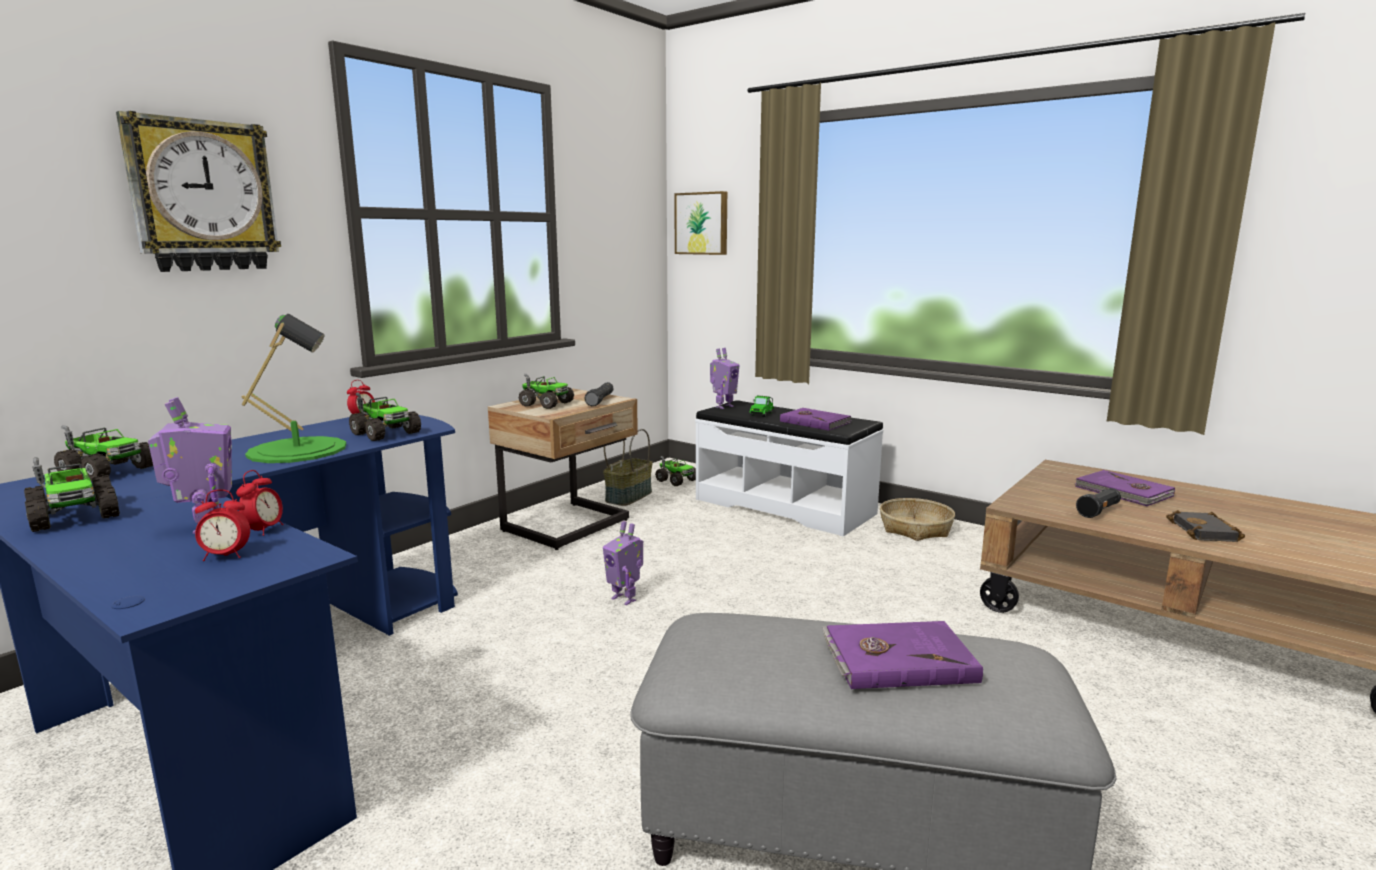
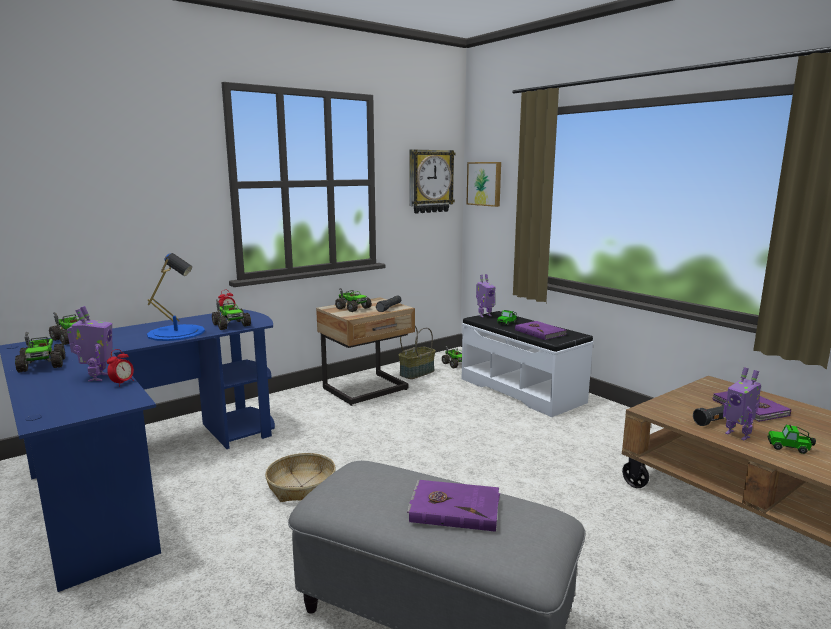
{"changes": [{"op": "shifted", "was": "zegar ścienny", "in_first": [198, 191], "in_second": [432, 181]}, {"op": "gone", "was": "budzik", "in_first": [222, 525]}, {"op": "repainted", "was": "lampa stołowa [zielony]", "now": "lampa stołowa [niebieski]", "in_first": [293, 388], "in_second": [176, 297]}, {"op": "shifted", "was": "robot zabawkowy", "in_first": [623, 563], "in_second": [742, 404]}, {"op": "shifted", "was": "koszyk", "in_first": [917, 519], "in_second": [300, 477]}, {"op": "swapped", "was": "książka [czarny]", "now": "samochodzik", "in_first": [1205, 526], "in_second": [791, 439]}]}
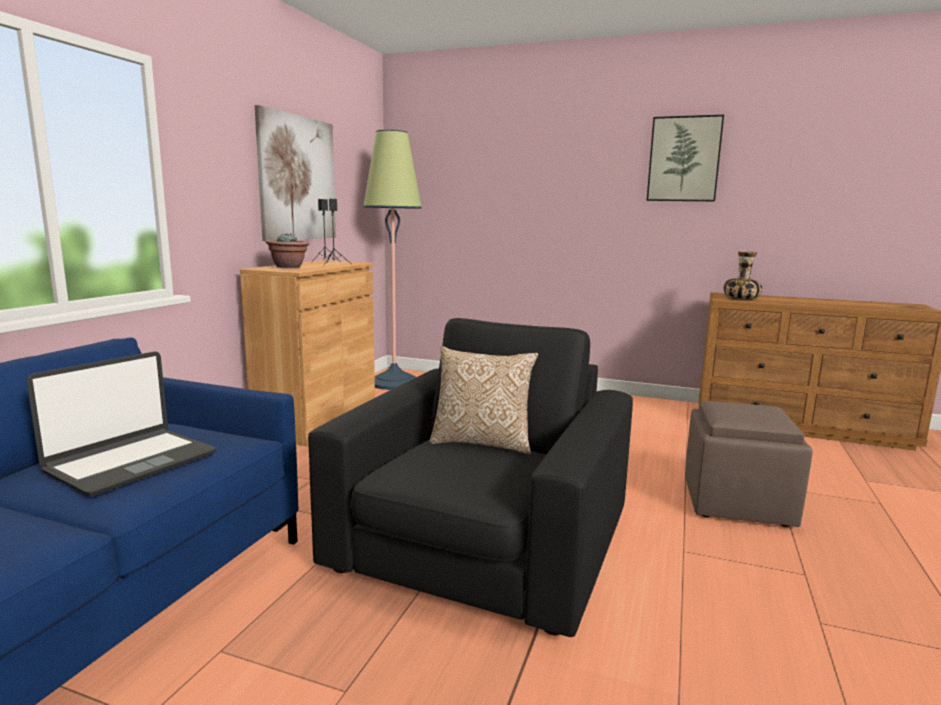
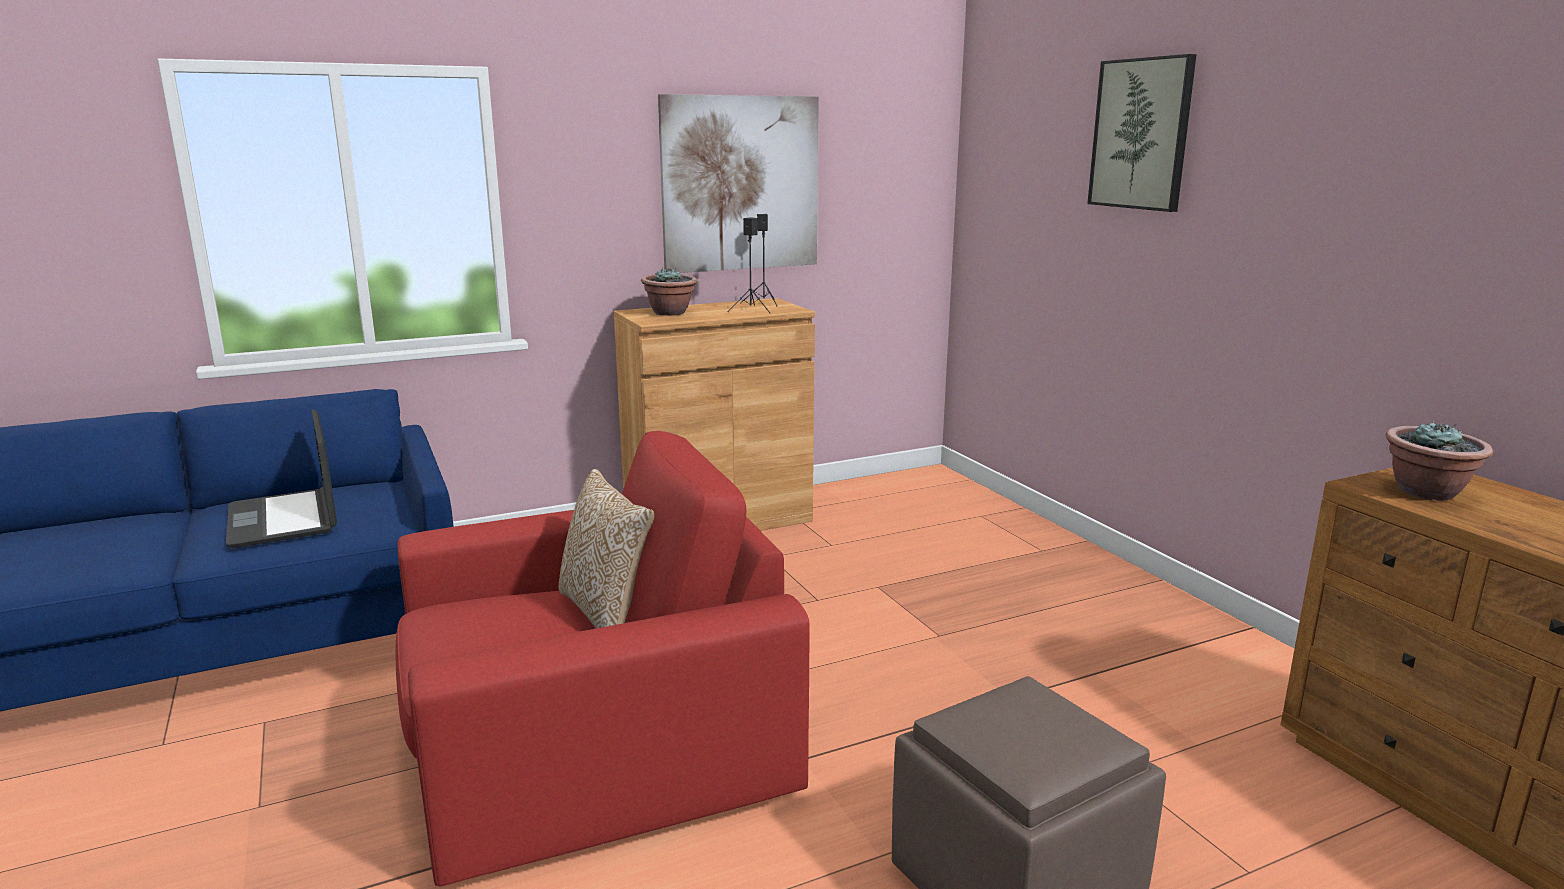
{"changes": [{"op": "rotated", "was": "laptop", "in_first": [121, 423], "in_second": [281, 478], "clockwise": 75}, {"op": "repainted", "was": "fotel [czarny]", "now": "fotel [czerwony]", "in_first": [470, 477], "in_second": [603, 659]}, {"op": "gone", "was": "lampa stojąca", "in_first": [392, 260]}, {"op": "shifted", "was": "obraz", "in_first": [685, 158], "in_second": [1141, 133]}, {"op": "swapped", "was": "wazon", "now": "roślina doniczkowa", "in_first": [742, 275], "in_second": [1439, 461]}]}
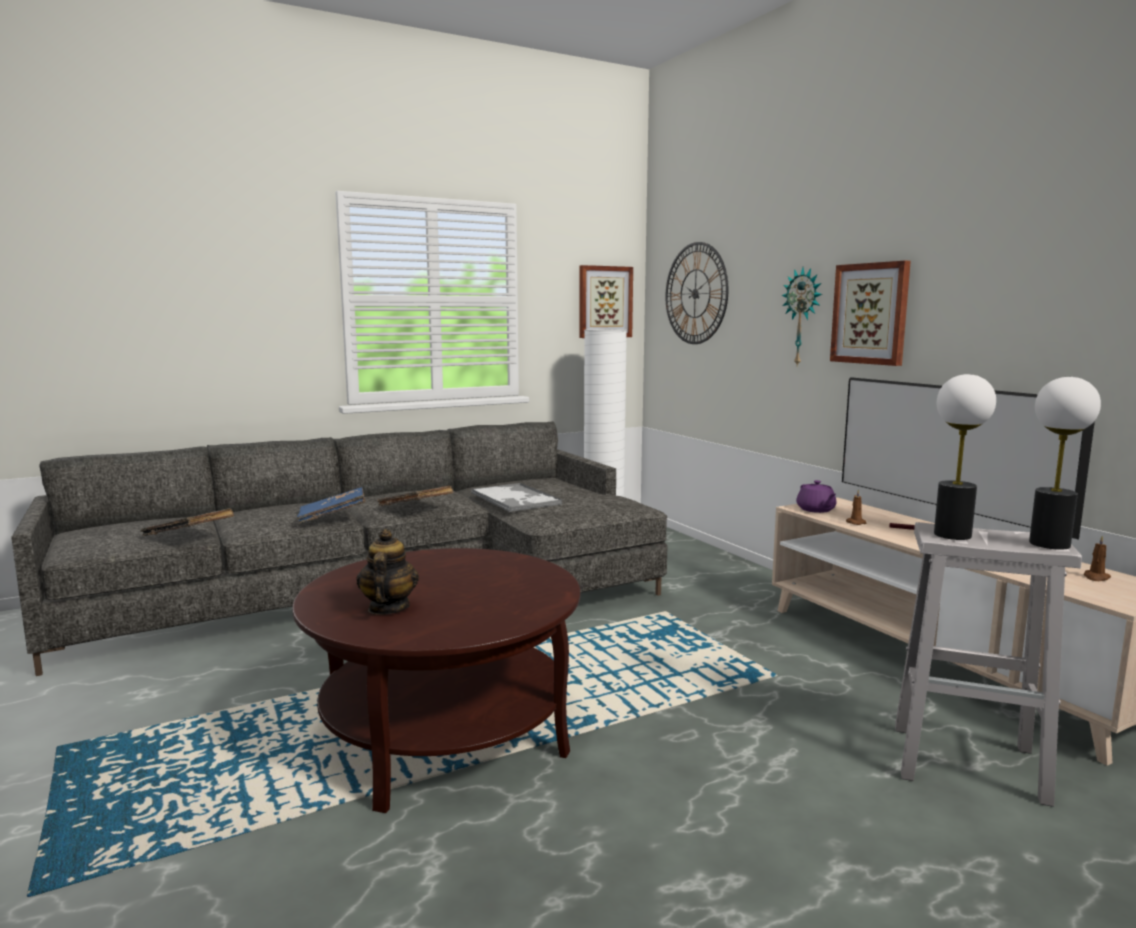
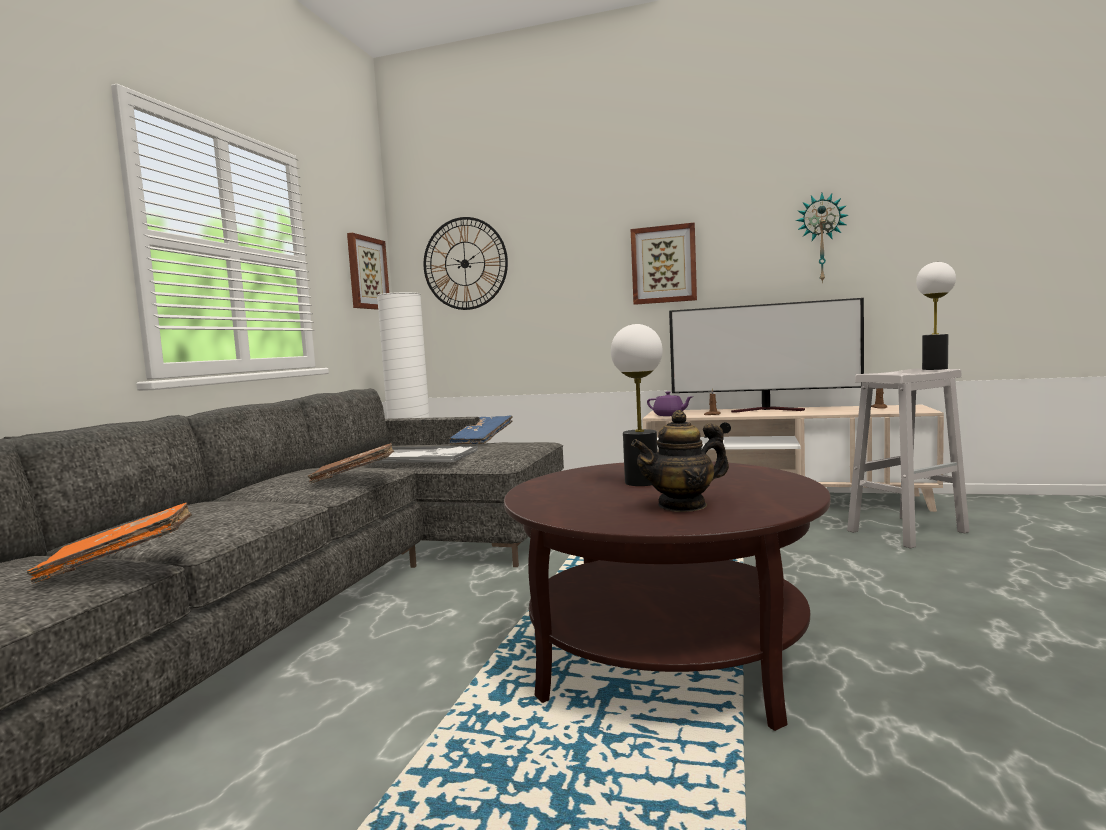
{"changes": [{"op": "repainted", "was": "książka [czarny]", "now": "książka [pomarańczowy]", "in_first": [187, 522], "in_second": [109, 543]}, {"op": "shifted", "was": "książka [niebieski]", "in_first": [331, 505], "in_second": [481, 430]}, {"op": "rotated", "was": "imbryk", "in_first": [387, 572], "in_second": [680, 461], "clockwise": -60}, {"op": "shifted", "was": "zegar ścienny", "in_first": [801, 316], "in_second": [822, 238]}, {"op": "shifted", "was": "lampa stołowa", "in_first": [965, 457], "in_second": [637, 405]}]}
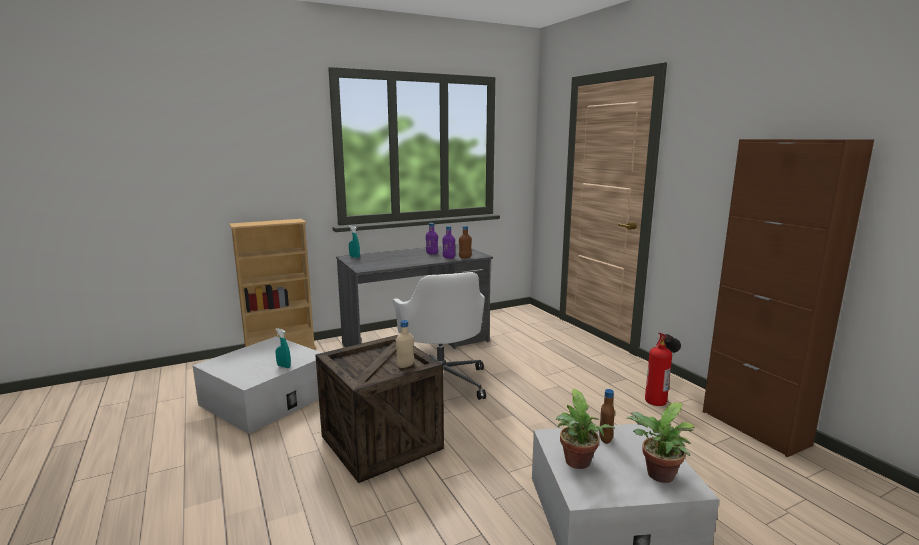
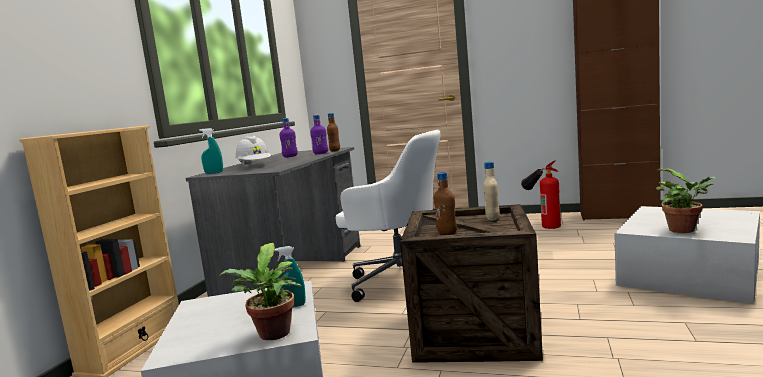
{"changes": [{"op": "shifted", "was": "butelka [brązowy]", "in_first": [607, 416], "in_second": [445, 203]}, {"op": "shifted", "was": "roślina doniczkowa", "in_first": [660, 443], "in_second": [260, 291]}, {"op": "new", "now": "kask [biały]", "in_second": [253, 150]}]}
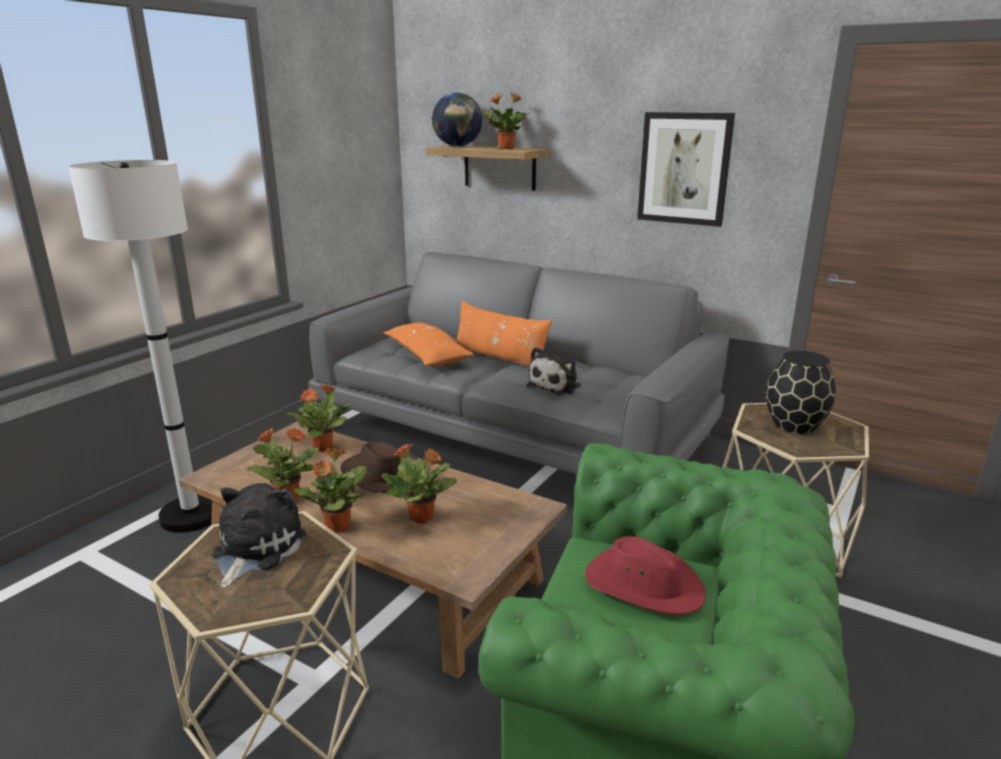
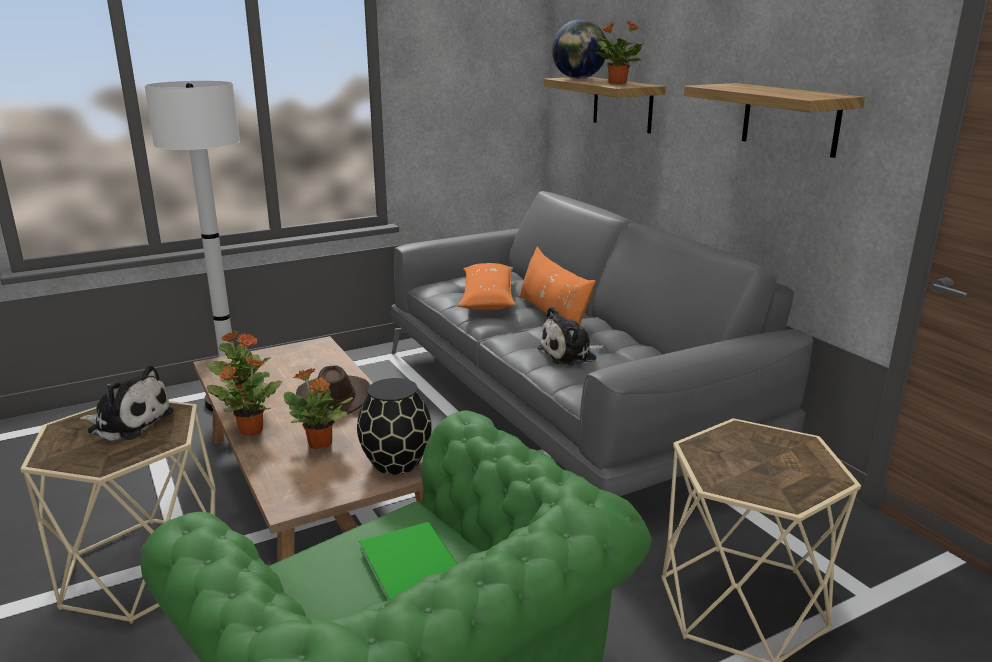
{"changes": [{"op": "rotated", "was": "pluszak", "in_first": [259, 535], "in_second": [126, 403], "clockwise": 60}, {"op": "gone", "was": "roślina doniczkowa", "in_first": [319, 418]}, {"op": "swapped", "was": "kapelusz [czerwony]", "now": "książka [zielony]", "in_first": [645, 575], "in_second": [408, 561]}, {"op": "swapped", "was": "obraz", "now": "półka", "in_first": [686, 169], "in_second": [774, 120]}, {"op": "shifted", "was": "wazon [czarny]", "in_first": [801, 392], "in_second": [394, 426]}]}
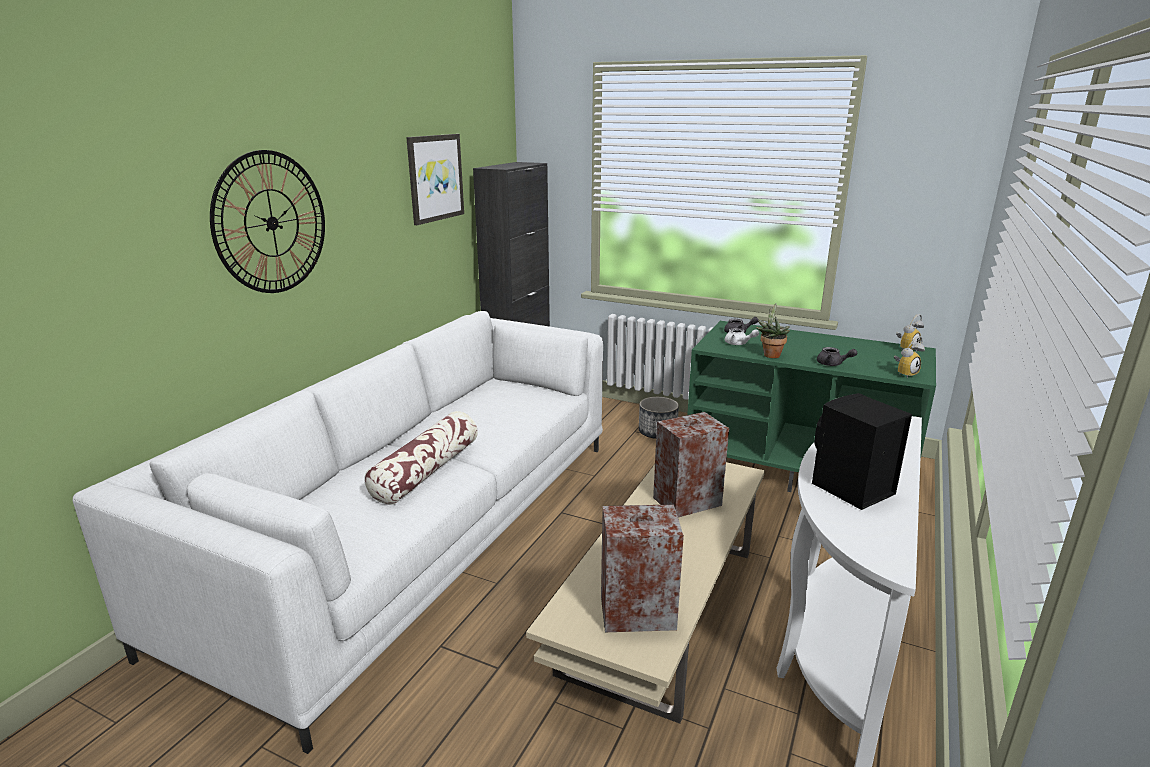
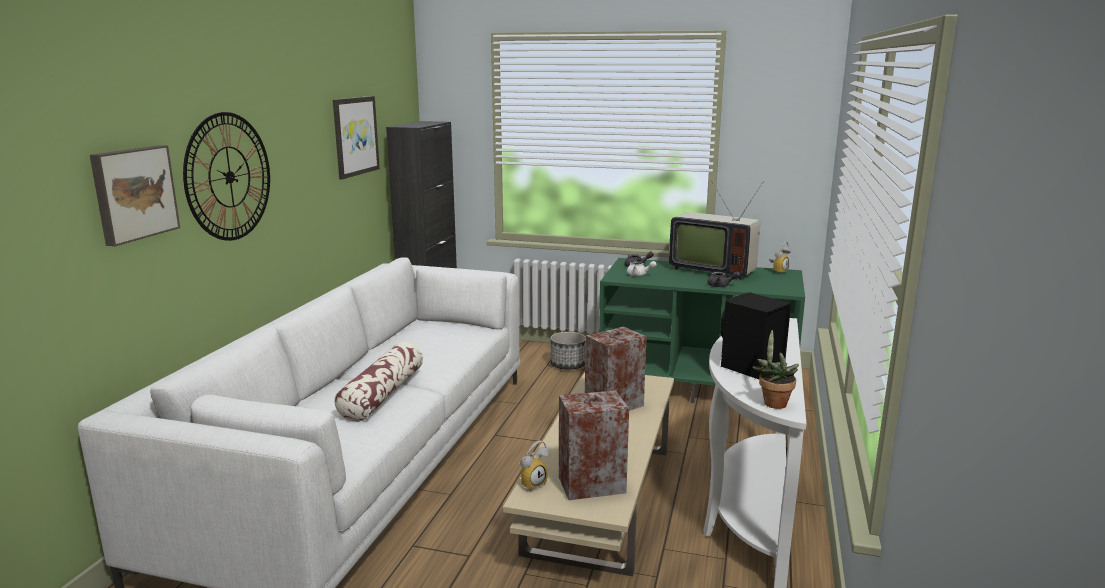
{"changes": [{"op": "shifted", "was": "roślina doniczkowa", "in_first": [773, 330], "in_second": [776, 369]}, {"op": "shifted", "was": "budzik", "in_first": [909, 357], "in_second": [533, 466]}, {"op": "new", "now": "obraz", "in_second": [135, 195]}, {"op": "new", "now": "telewizor", "in_second": [716, 231]}]}
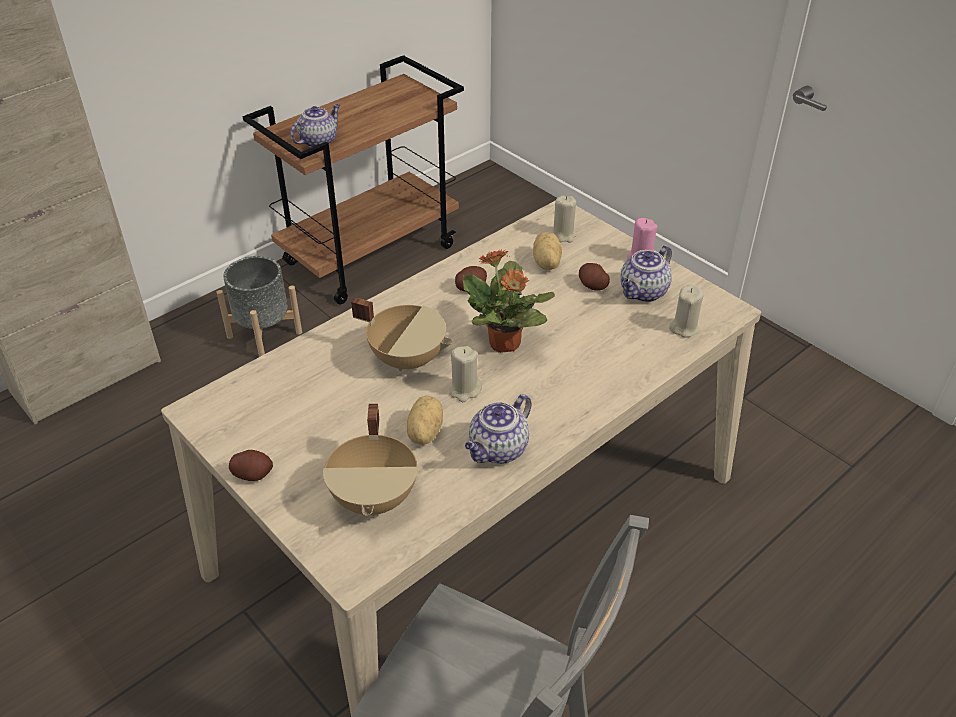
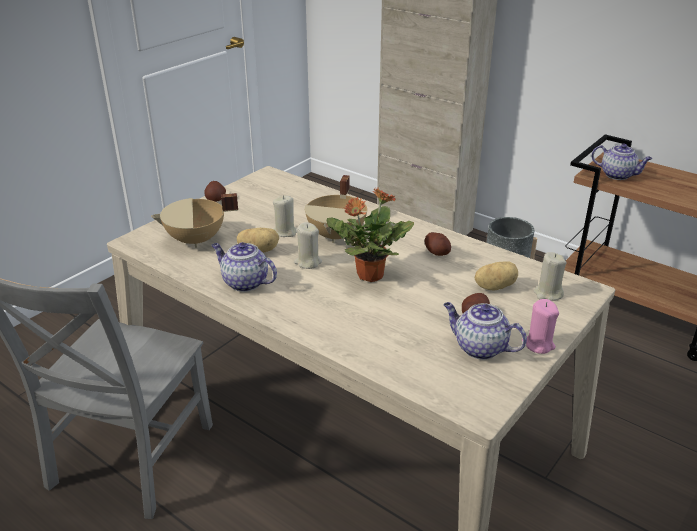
{"changes": [{"op": "shifted", "was": "świeca [beżowy]", "in_first": [686, 311], "in_second": [285, 216]}]}
